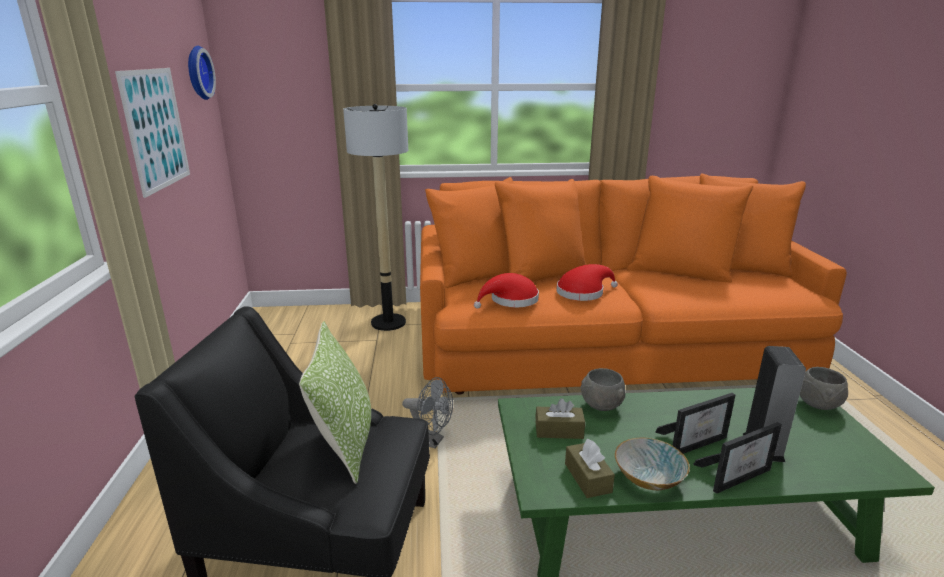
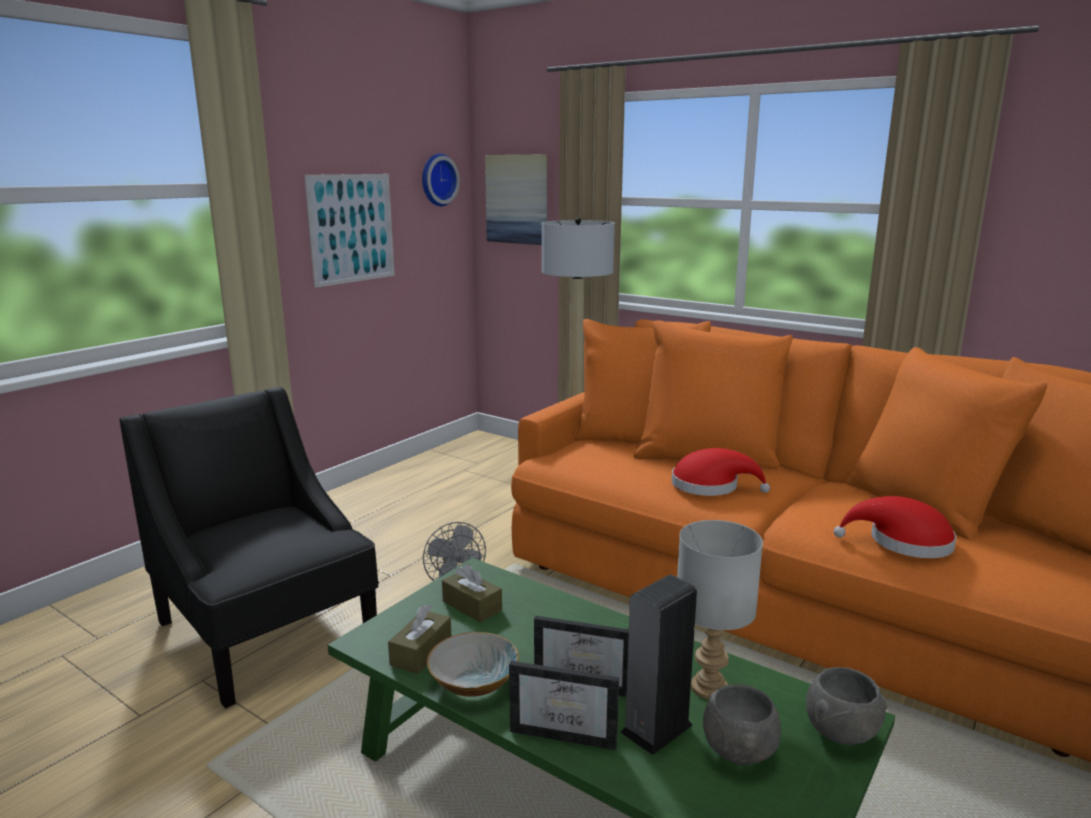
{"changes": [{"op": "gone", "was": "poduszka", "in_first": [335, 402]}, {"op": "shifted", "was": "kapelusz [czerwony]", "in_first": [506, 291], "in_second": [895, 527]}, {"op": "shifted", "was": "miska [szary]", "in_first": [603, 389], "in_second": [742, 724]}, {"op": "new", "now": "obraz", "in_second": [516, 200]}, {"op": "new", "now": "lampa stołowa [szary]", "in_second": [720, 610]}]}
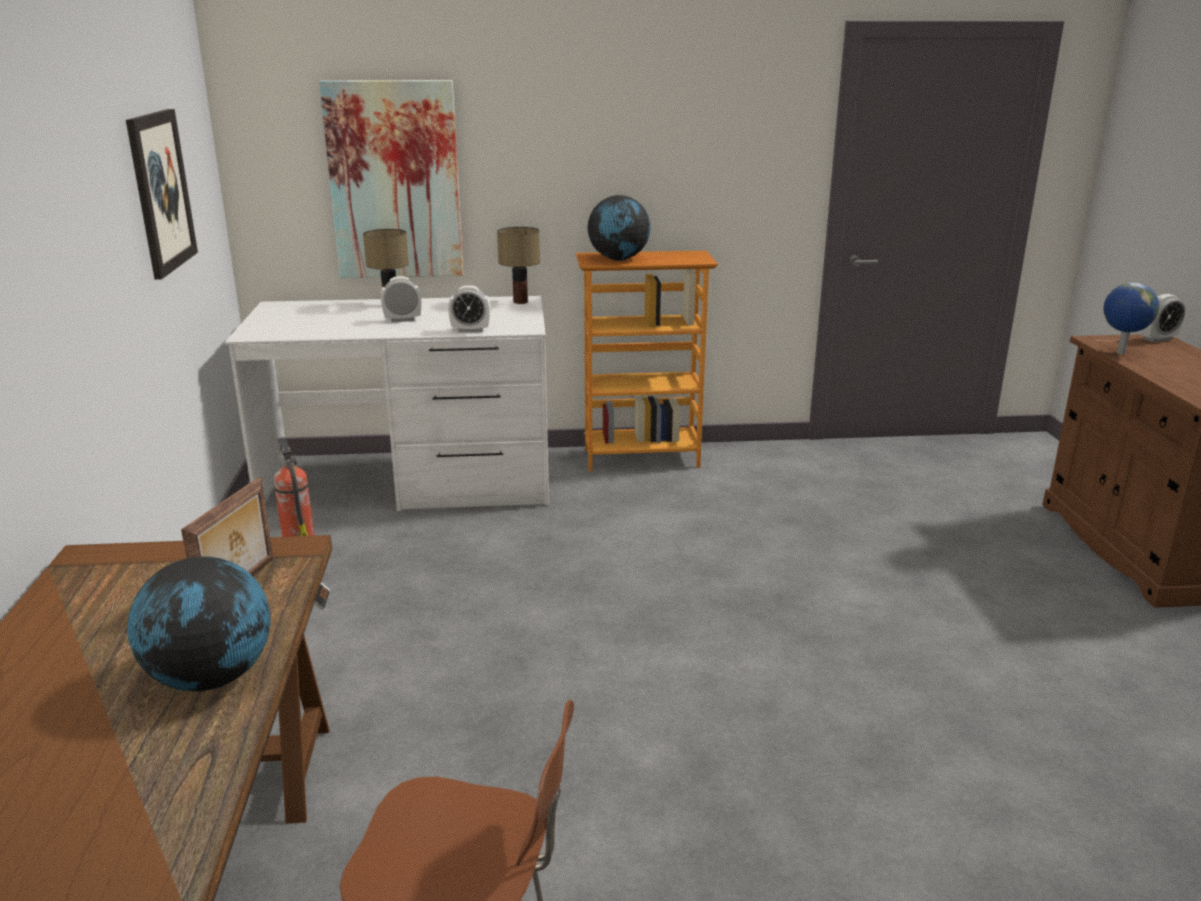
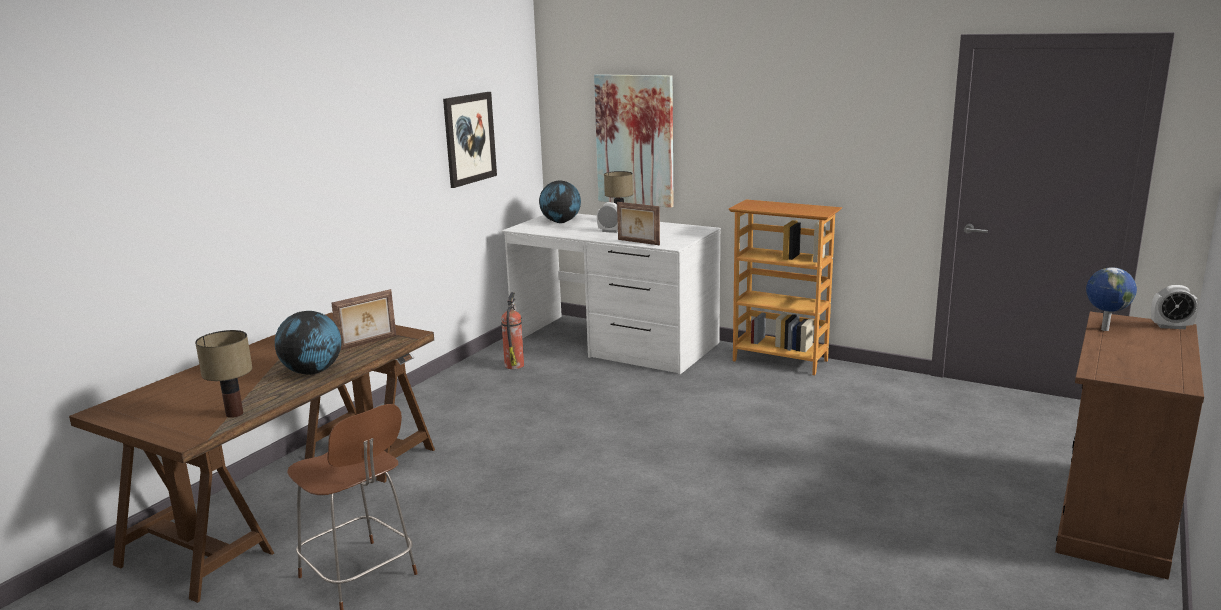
{"changes": [{"op": "swapped", "was": "budzik", "now": "ramka na zdjęcie", "in_first": [469, 308], "in_second": [638, 223]}, {"op": "shifted", "was": "lampa stołowa", "in_first": [518, 265], "in_second": [224, 374]}, {"op": "shifted", "was": "globus", "in_first": [619, 228], "in_second": [560, 202]}]}
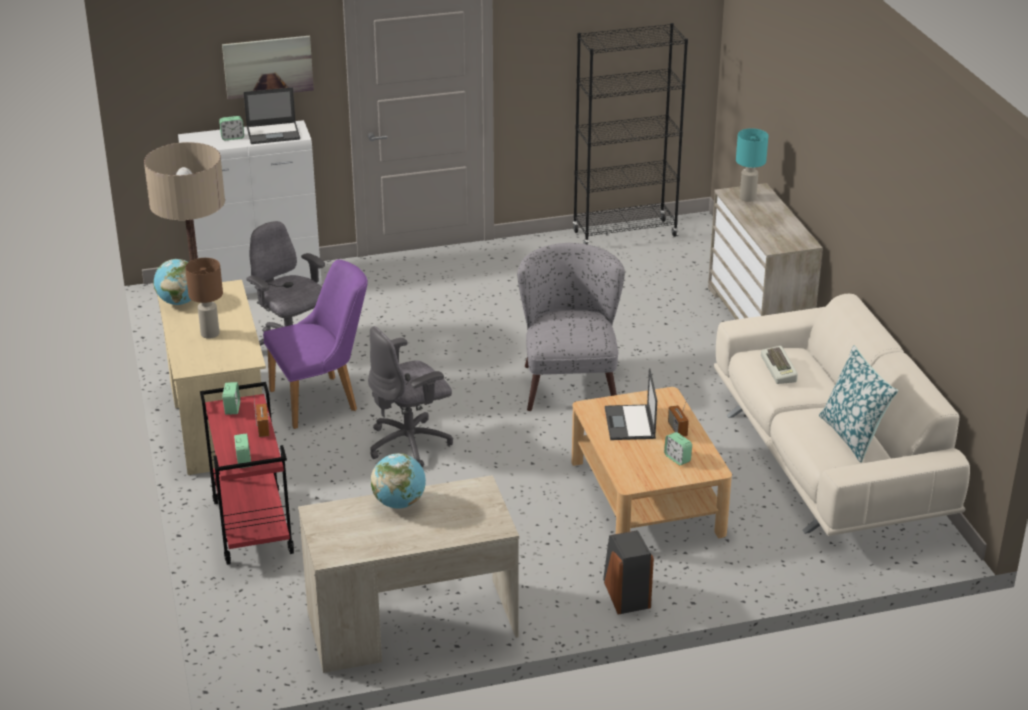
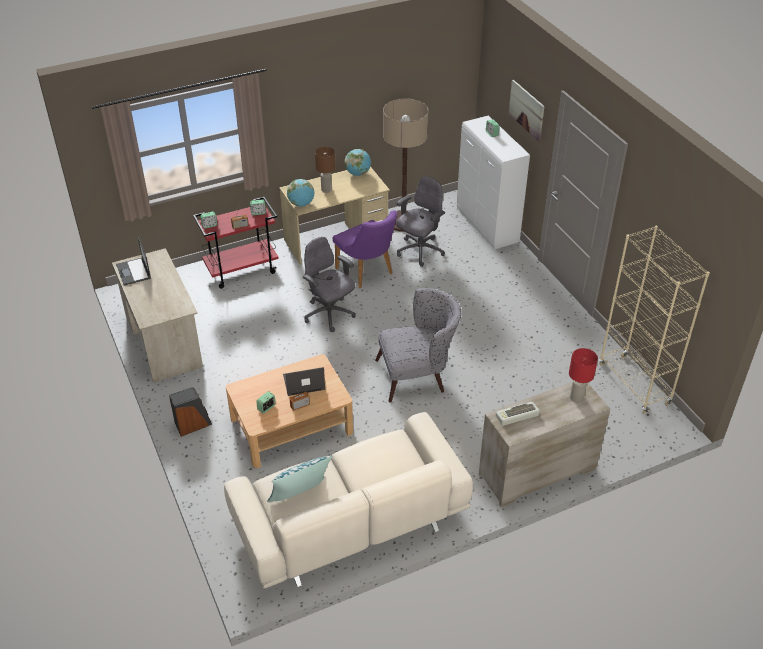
{"changes": [{"op": "shifted", "was": "laptop", "in_first": [272, 115], "in_second": [133, 261]}, {"op": "shifted", "was": "globus", "in_first": [398, 480], "in_second": [300, 193]}, {"op": "repainted", "was": "regał [czarny]", "now": "regał [beżowy]", "in_first": [630, 133], "in_second": [654, 320]}, {"op": "repainted", "was": "lampa stołowa [turkusowy]", "now": "lampa stołowa [czerwony]", "in_first": [752, 165], "in_second": [583, 375]}, {"op": "shifted", "was": "klawiatura", "in_first": [779, 365], "in_second": [518, 414]}]}
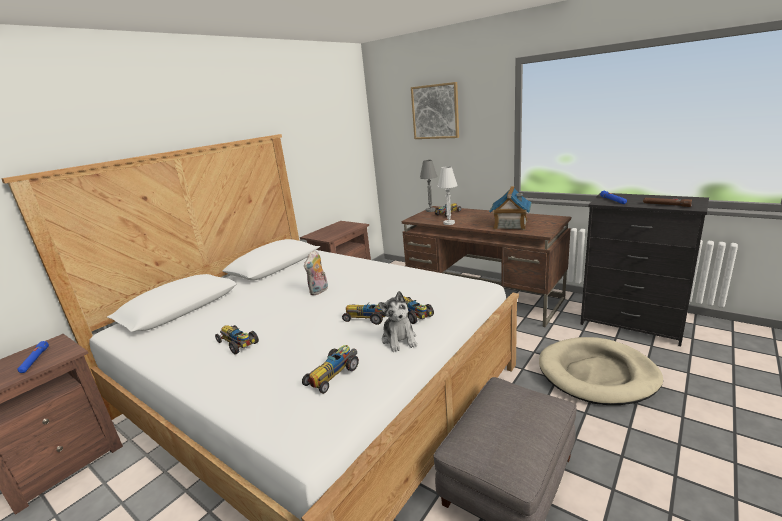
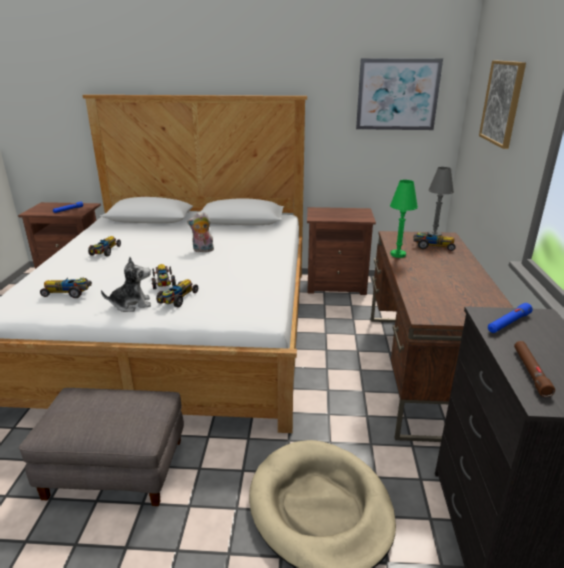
{"changes": [{"op": "rotated", "was": "pluszak", "in_first": [398, 321], "in_second": [126, 284], "clockwise": -150}, {"op": "repainted", "was": "lampa stołowa [biały]", "now": "lampa stołowa [zielony]", "in_first": [447, 195], "in_second": [404, 219]}, {"op": "gone", "was": "domek", "in_first": [510, 208]}, {"op": "new", "now": "obraz", "in_second": [399, 94]}]}
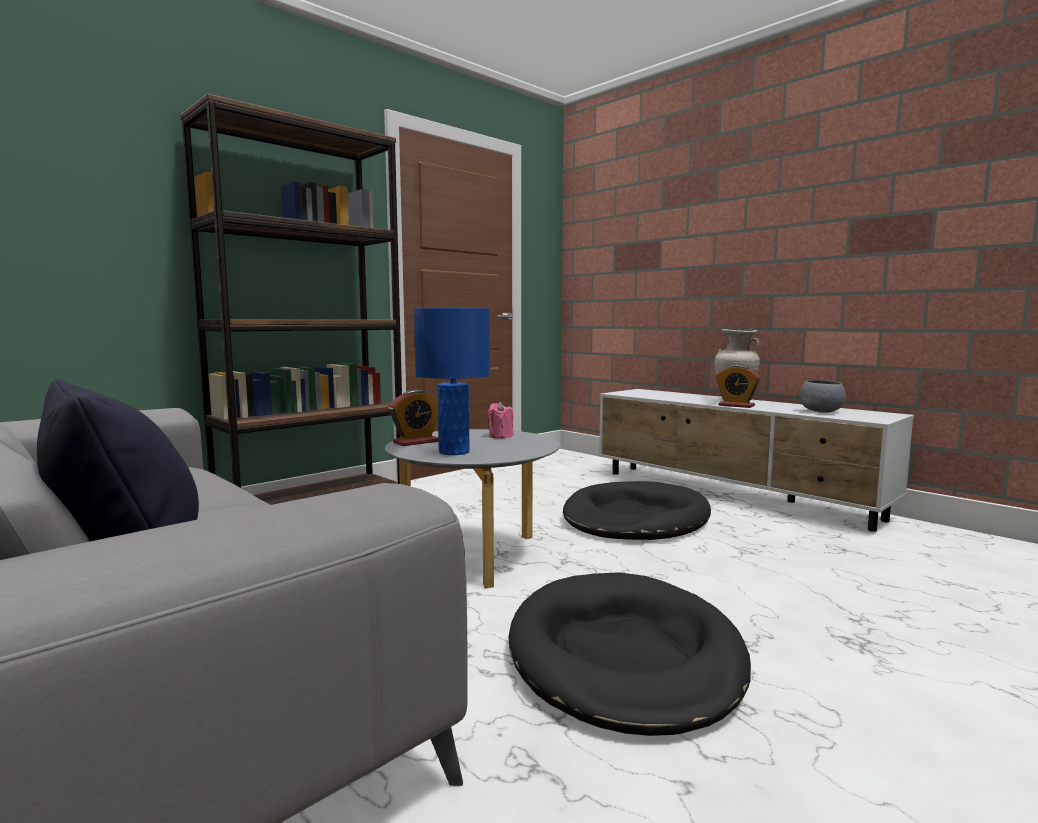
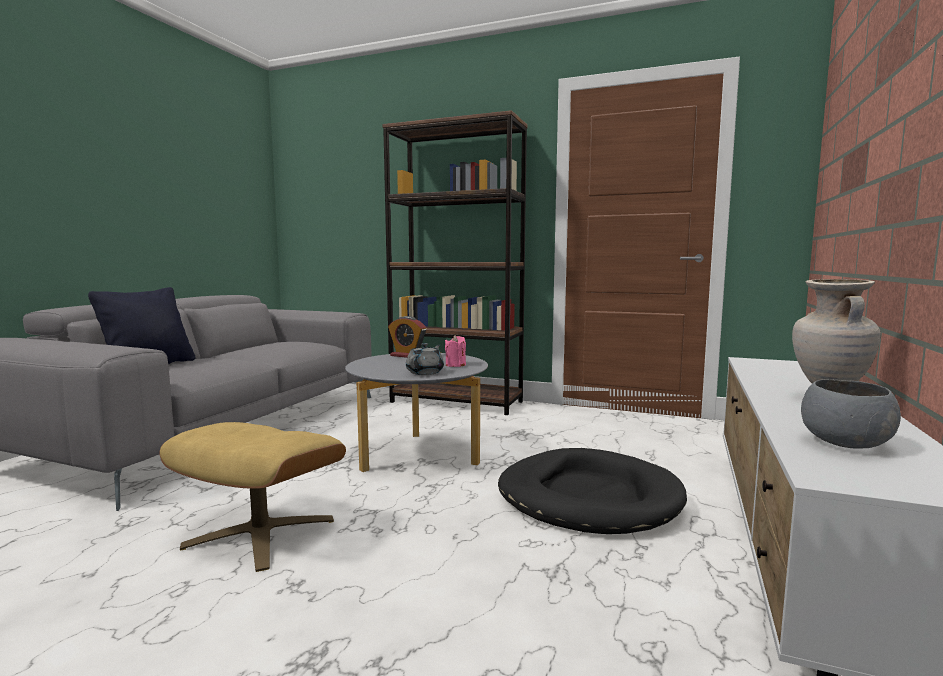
{"changes": [{"op": "gone", "was": "lampa stołowa [niebieski]", "in_first": [452, 381]}, {"op": "swapped", "was": "legowisko [czarny]", "now": "pufa [beżowy]", "in_first": [629, 654], "in_second": [252, 497]}, {"op": "gone", "was": "budzik", "in_first": [738, 386]}, {"op": "new", "now": "imbryk [szary]", "in_second": [425, 359]}]}
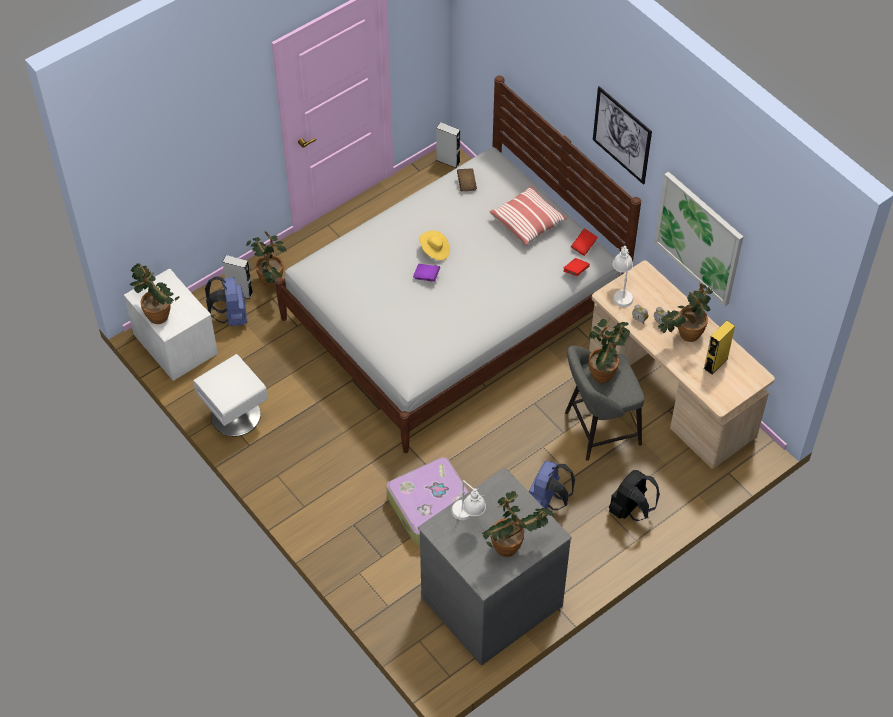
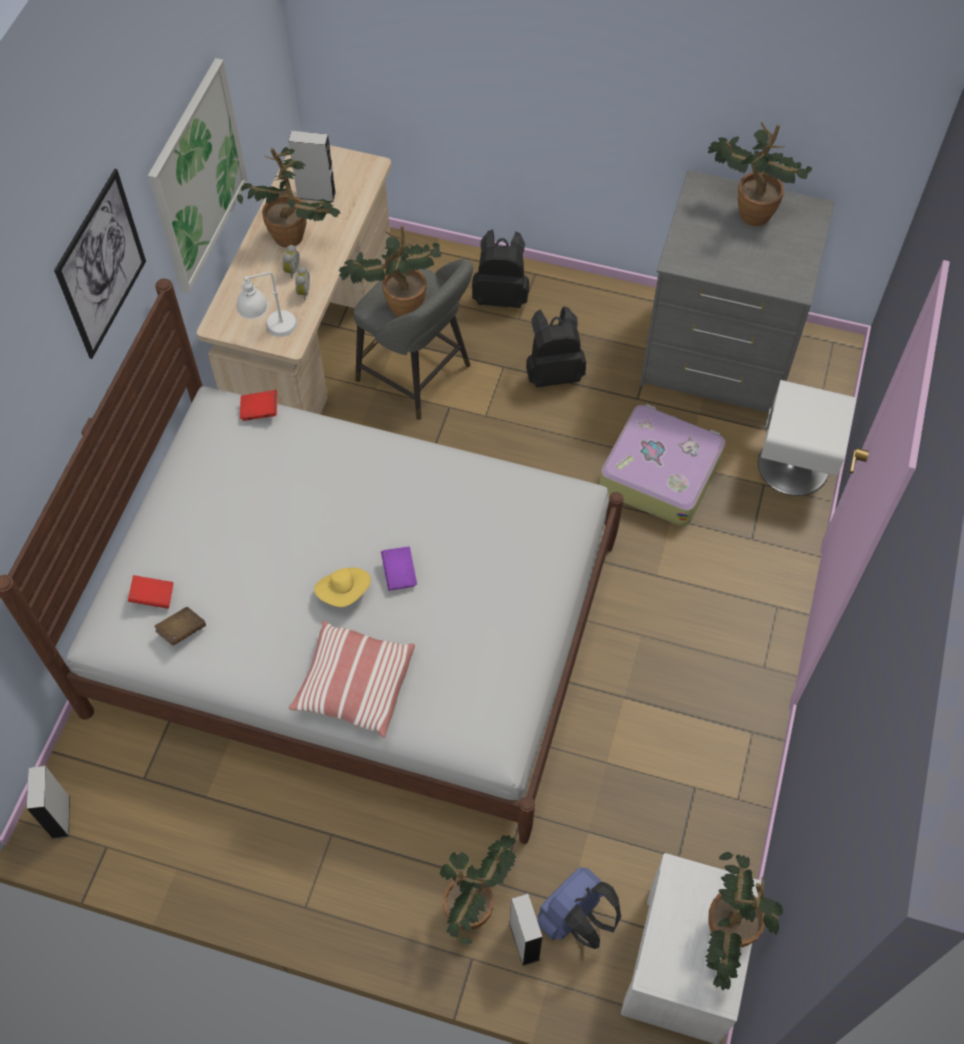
{"changes": [{"op": "shifted", "was": "szafka nocna [biały]", "in_first": [230, 395], "in_second": [807, 438]}, {"op": "gone", "was": "lampa stołowa [biały]", "in_first": [468, 500]}, {"op": "shifted", "was": "poduszka", "in_first": [528, 216], "in_second": [351, 679]}, {"op": "repainted", "was": "plecak [niebieski]", "now": "plecak [czarny]", "in_first": [552, 485], "in_second": [556, 346]}, {"op": "shifted", "was": "książka [czerwony]", "in_first": [584, 242], "in_second": [151, 592]}, {"op": "repainted", "was": "głośnik [żółty]", "now": "głośnik [szary]", "in_first": [719, 348], "in_second": [312, 166]}]}
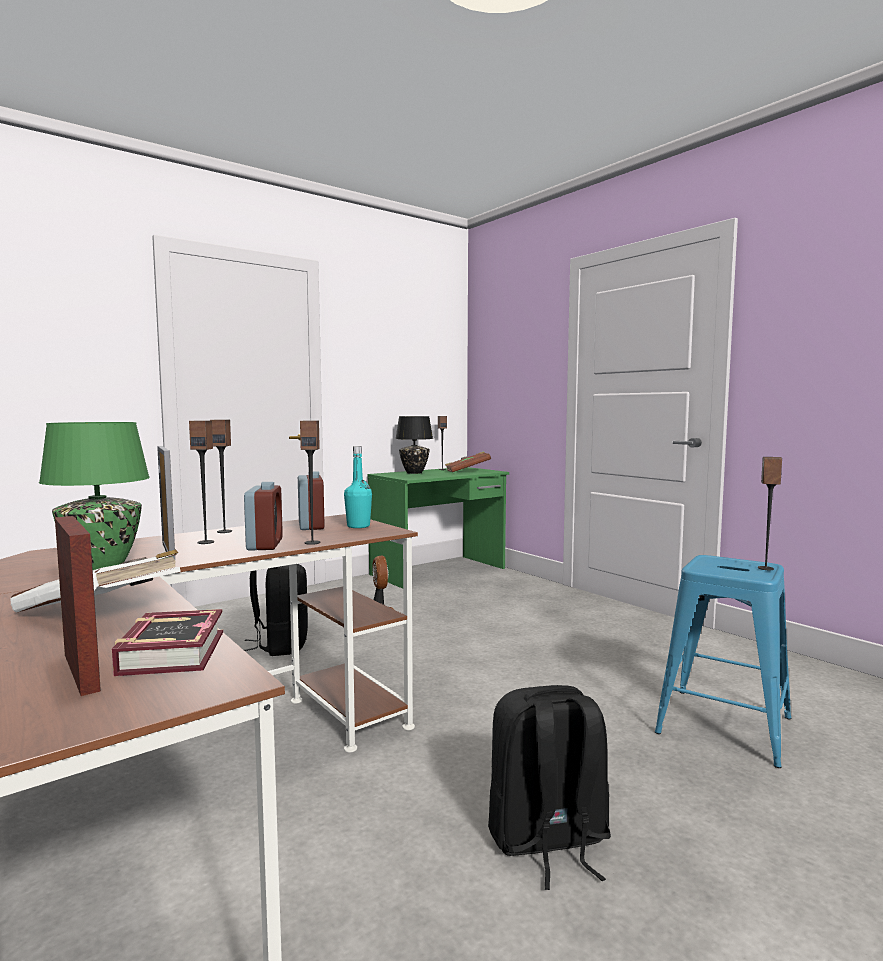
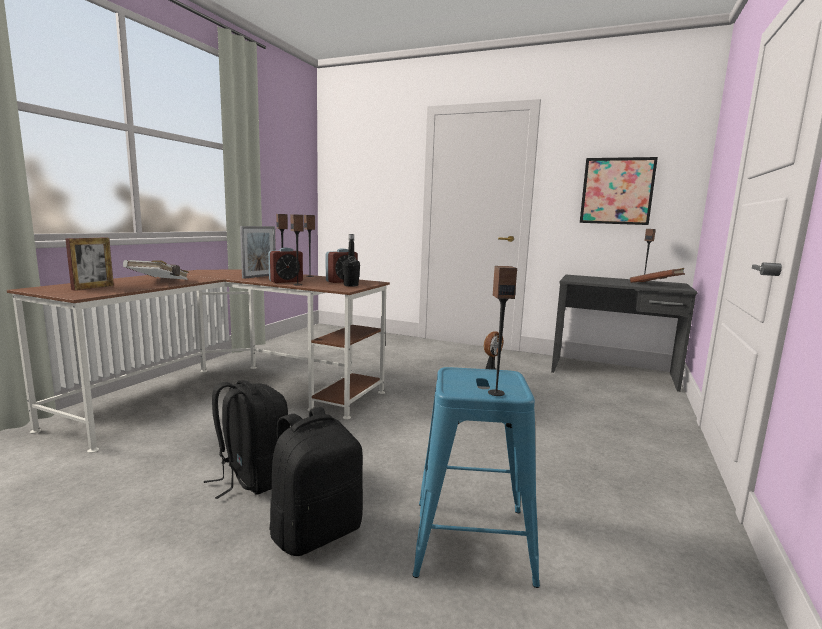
{"changes": [{"op": "gone", "was": "lampa stołowa [zielony]", "in_first": [94, 496]}, {"op": "gone", "was": "książka", "in_first": [167, 642]}, {"op": "shifted", "was": "plecak [czarny]", "in_first": [276, 610], "in_second": [316, 481]}, {"op": "repainted", "was": "butelka [turkusowy]", "now": "butelka [czarny]", "in_first": [358, 487], "in_second": [351, 260]}, {"op": "repainted", "was": "biurko [zielony]", "now": "biurko [szary]", "in_first": [438, 528], "in_second": [624, 333]}, {"op": "gone", "was": "lampa stołowa [czarny]", "in_first": [414, 445]}, {"op": "new", "now": "obraz", "in_second": [619, 191]}]}
